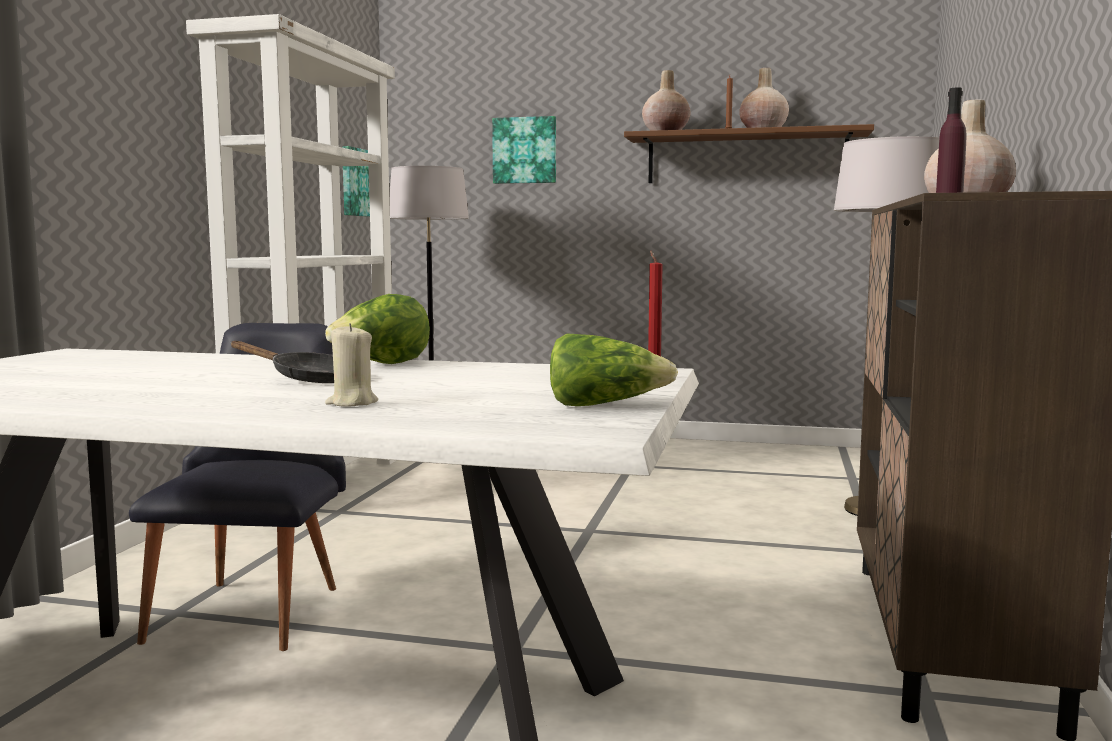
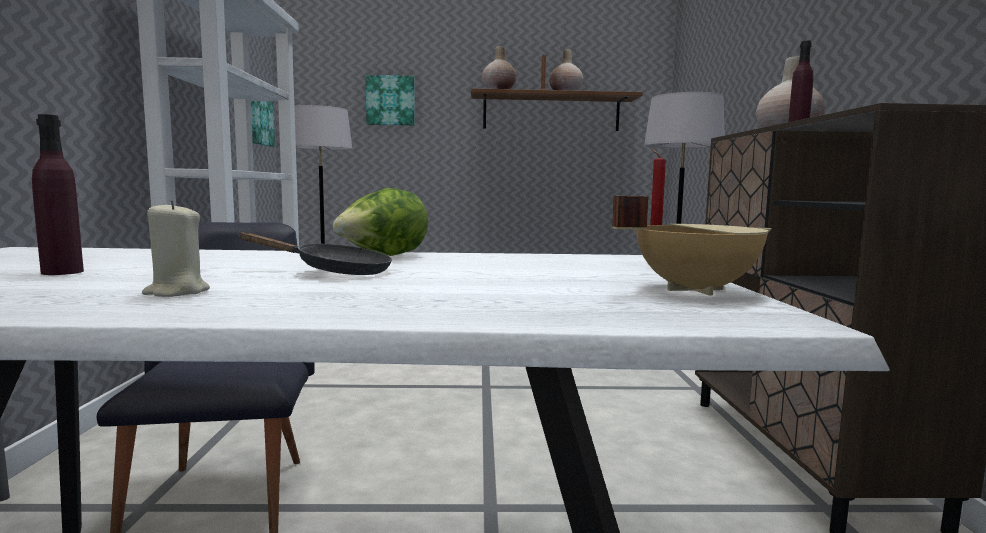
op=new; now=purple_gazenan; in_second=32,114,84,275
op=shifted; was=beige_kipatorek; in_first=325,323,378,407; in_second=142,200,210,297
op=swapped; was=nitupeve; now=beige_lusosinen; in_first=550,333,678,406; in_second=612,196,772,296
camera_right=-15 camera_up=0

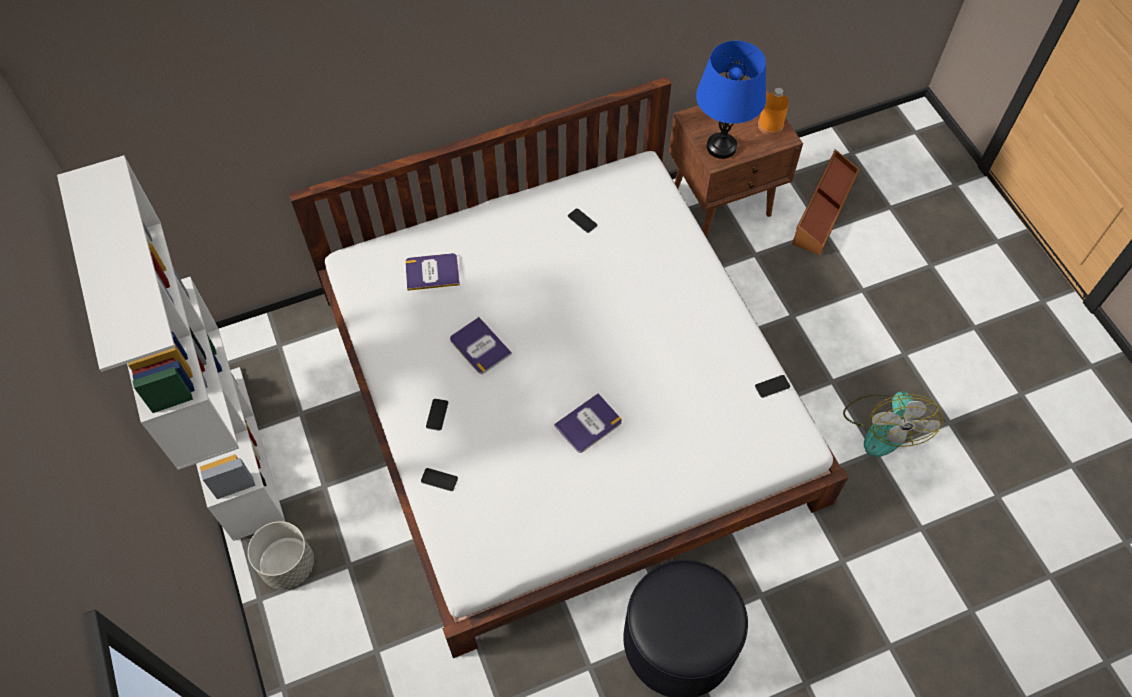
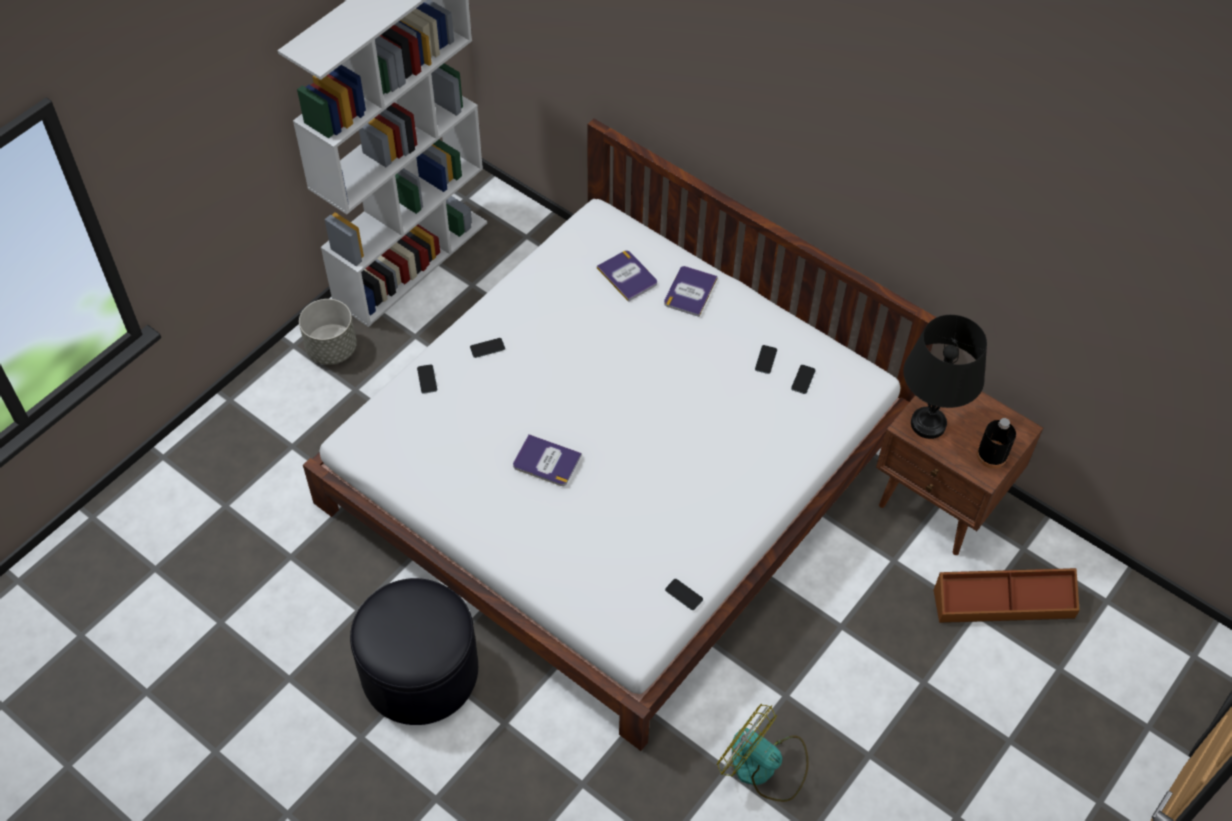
op=new; now=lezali; in_second=791,365,816,394
op=shifted; was=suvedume; in_first=450,317,512,374; in_second=664,266,718,317
op=repainted; was=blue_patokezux; now=black_patokezux; in_first=696,41,766,159; in_second=903,315,987,439
op=repainted; was=orange_gazenan; now=black_gazenan; in_first=758,88,789,135; in_second=977,418,1016,469
op=rotated; was=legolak; in_first=843,391,944,457; in_second=716,703,809,802; clockwise=60
camera_right=60 camera_up=-5

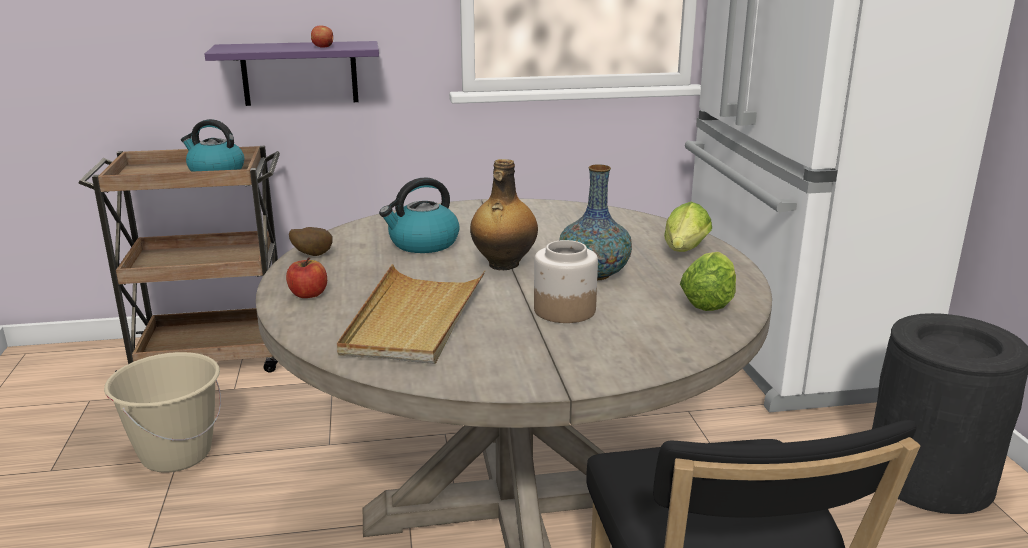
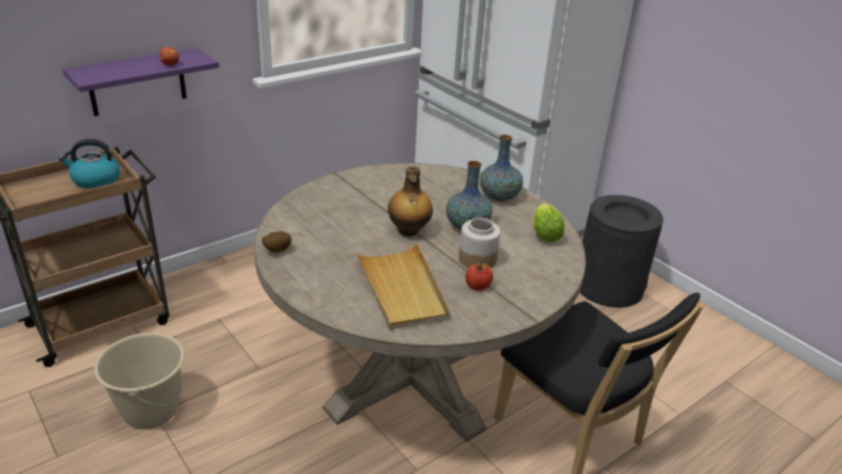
op=gone; was=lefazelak; in_first=379,177,460,253
op=shifted; was=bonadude; in_first=286,257,327,298; in_second=465,263,493,290
op=swapped; was=nitupeve; now=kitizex; in_first=664,202,712,252; in_second=480,135,523,201
camera_right=-30 camera_up=10

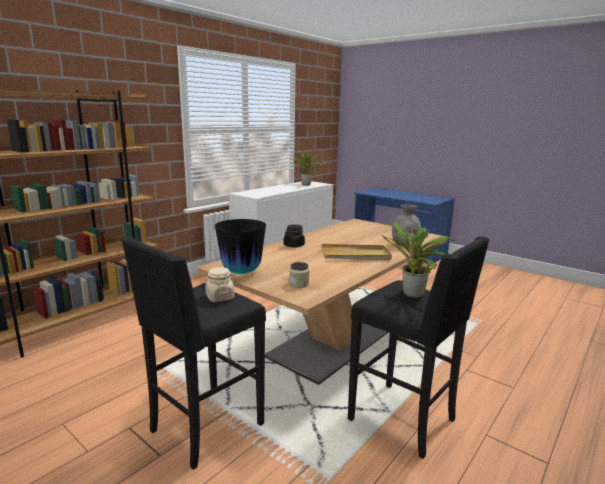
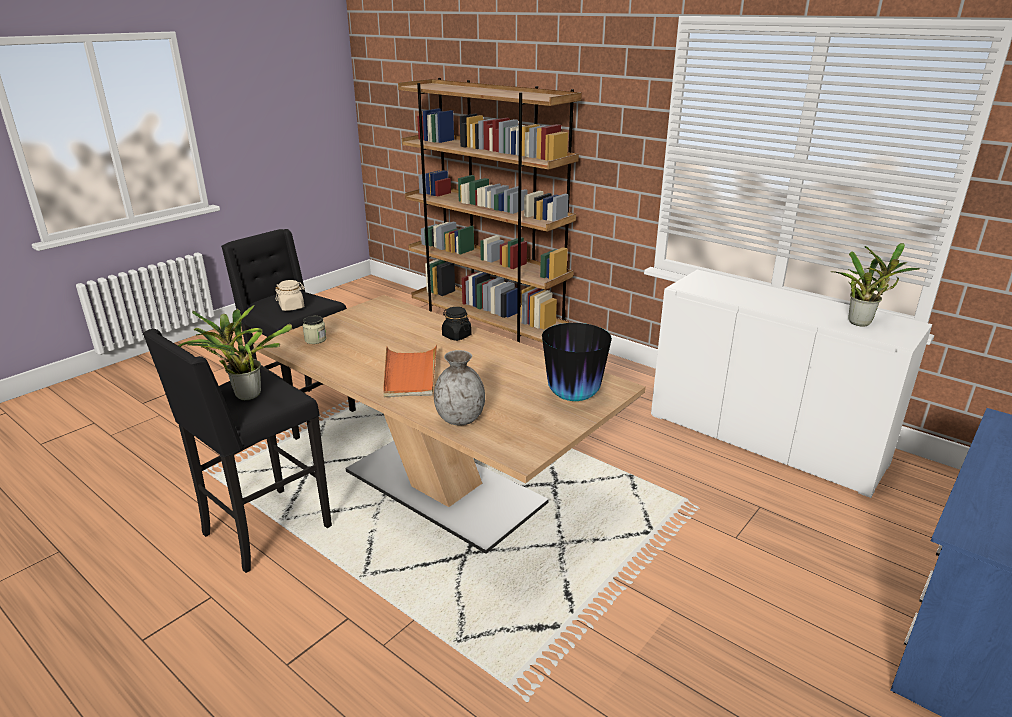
op=shifted; was=kitizex; in_first=215,219,266,274; in_second=542,323,612,401
op=repainted; was=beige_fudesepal; now=orange_fudesepal; in_first=321,244,392,260; in_second=383,345,437,397
camera_right=90 camera_up=10

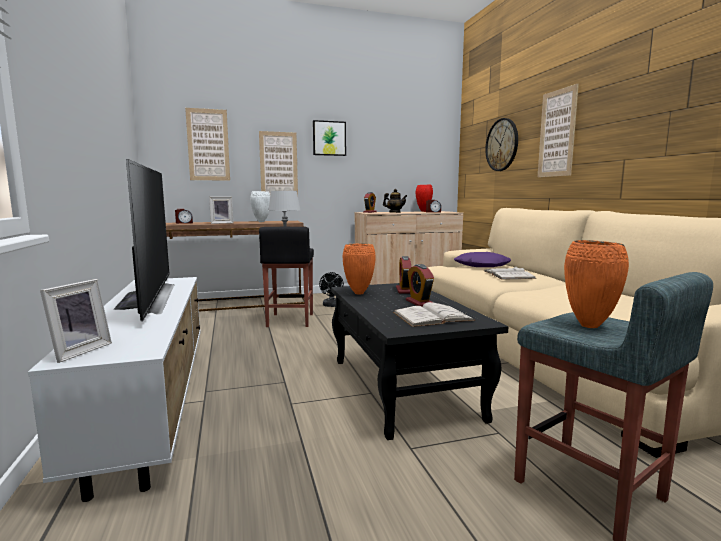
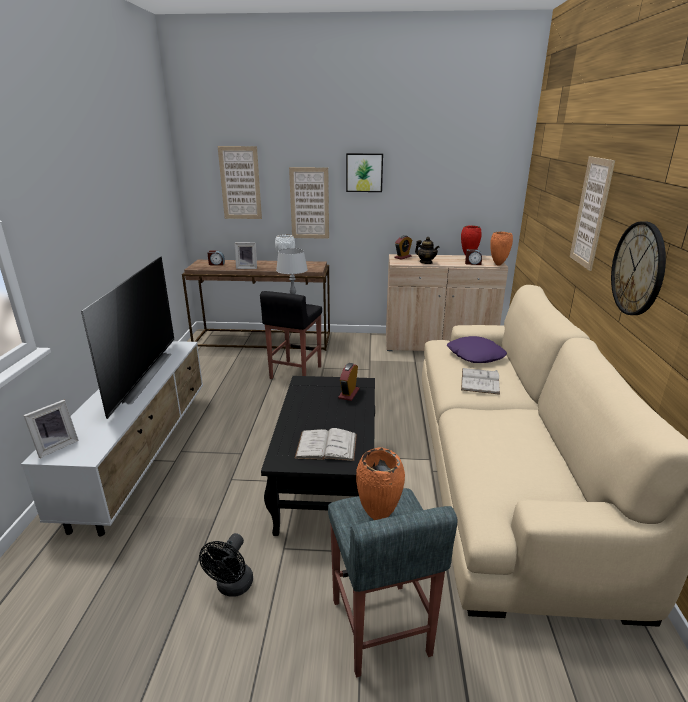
op=gone; was=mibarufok; in_first=406,264,434,307
op=shifted; was=black_legolak; in_first=319,272,344,307; in_second=199,533,253,596
op=shifted; was=orange_kitizex; in_first=343,244,375,295; in_second=490,232,513,265
op=shifted; was=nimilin; in_first=485,118,518,171; in_second=611,222,666,315
camera_right=20 camera_up=15

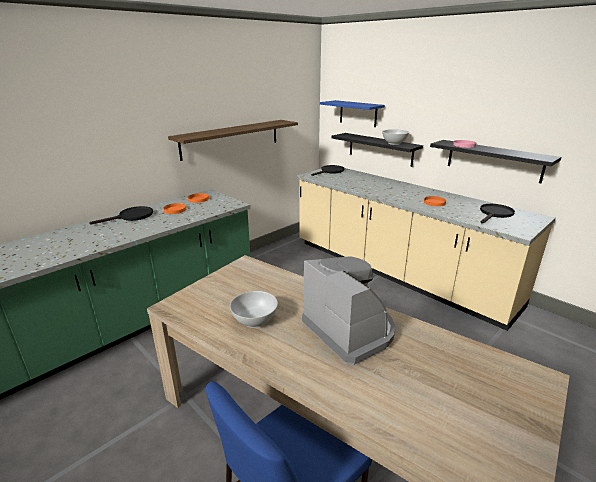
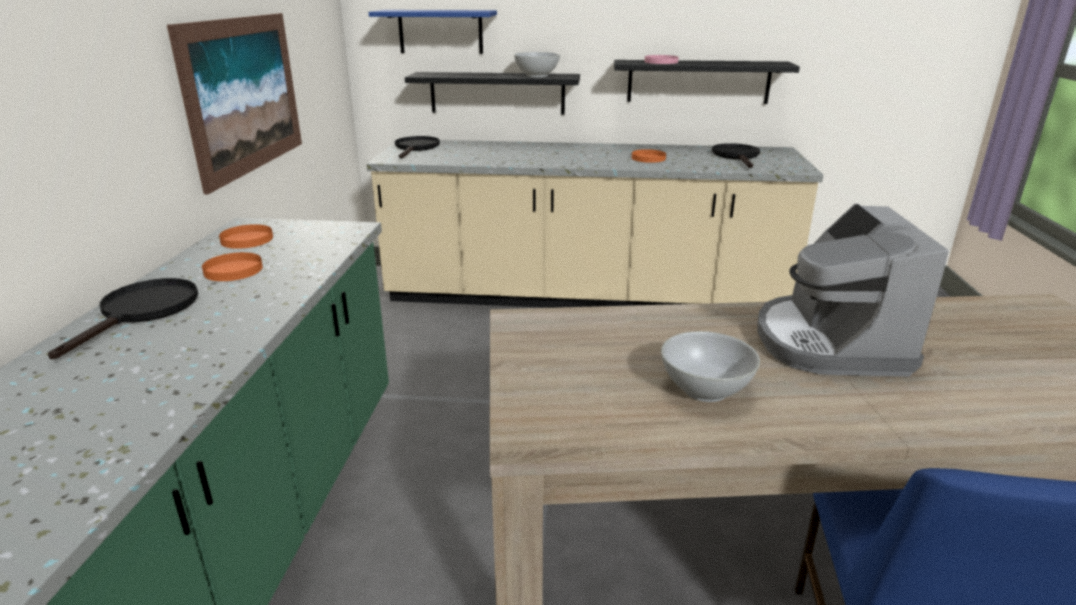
op=swapped; was=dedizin; now=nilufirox; in_first=168,120,298,161; in_second=167,13,302,194
op=rotated; was=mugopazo; in_first=302,256,396,365; in_second=757,204,949,377; clockwise=-105
camera_right=-40 camera_up=0

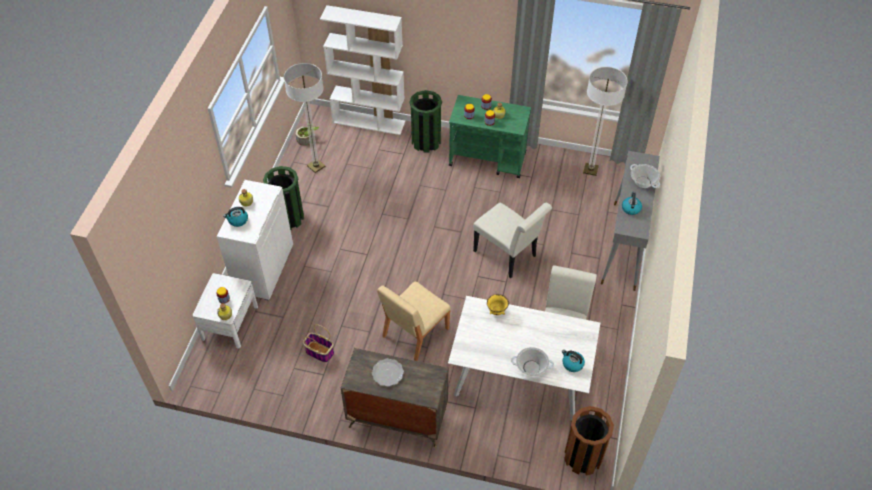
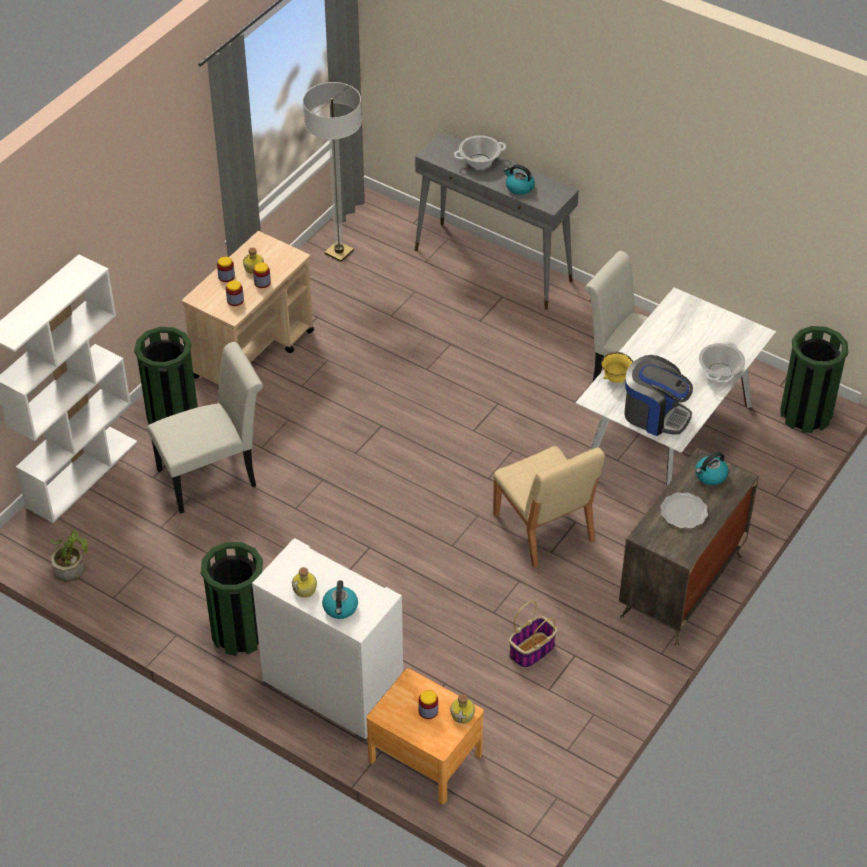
op=gone; was=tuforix; in_first=284,63,326,173
op=new; now=mugopazo; in_second=625,355,693,436
op=shifted; was=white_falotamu; in_first=473,203,552,278; in_second=147,342,263,514
op=shifted; was=lefazelak; in_first=562,350,585,372; in_second=695,452,728,485
op=repainted; was=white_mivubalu; now=brown_mivubalu; in_first=193,273,258,349; in_second=367,668,483,804
op=repainted; was=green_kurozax; now=beige_kurozax; in_first=449,95,531,178; in_second=182,231,314,385
op=repainted; was=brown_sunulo; now=green_sunulo; in_first=564,406,614,476; in_second=780,326,848,433
camera_right=-70 camera_up=-5

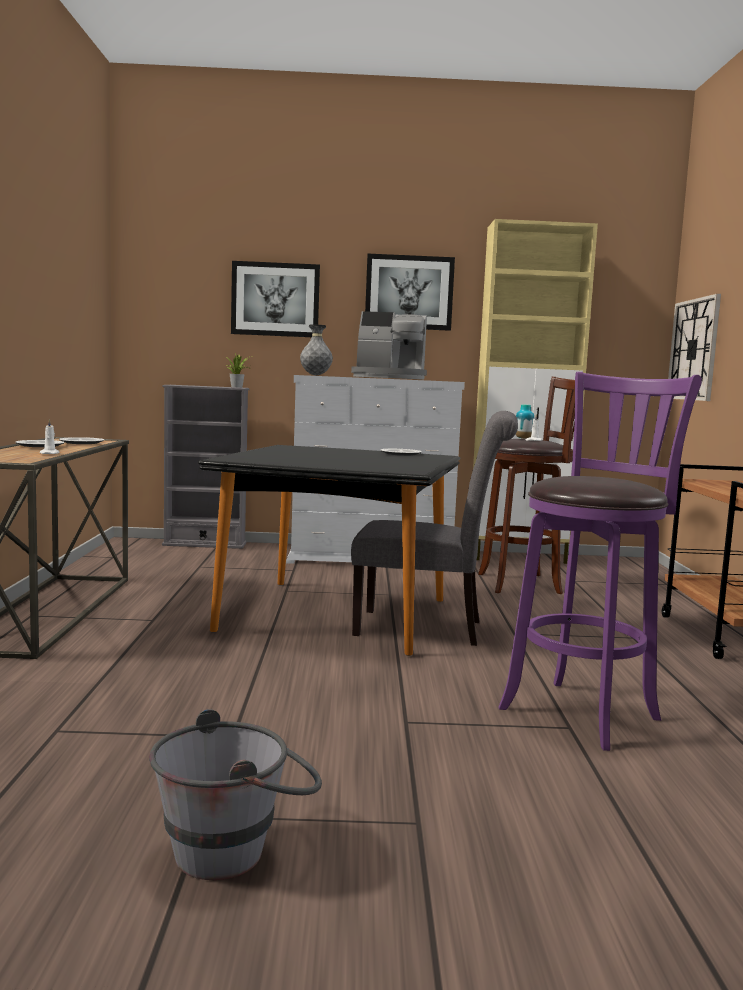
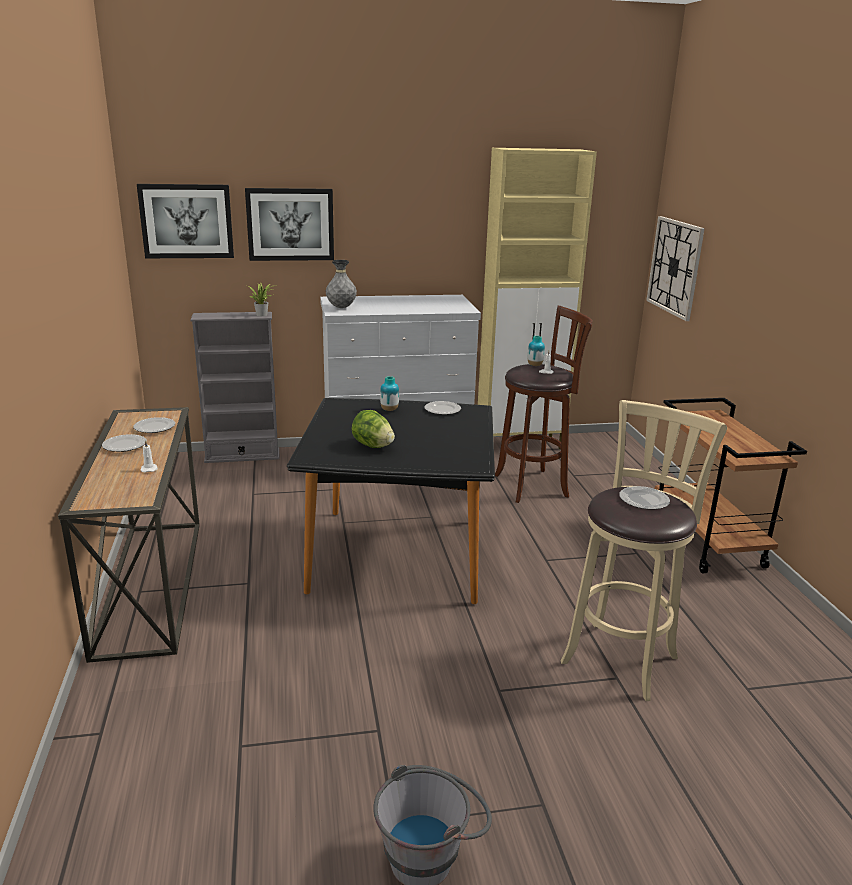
op=gone; was=mugopazo; in_first=351,311,427,380
op=gone; was=grey_falotamu; in_first=351,411,518,646
op=new; now=nitupeve; in_second=352,410,395,448
op=new; now=kitizex; in_second=380,376,399,411
op=new; now=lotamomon; in_second=619,486,670,510
op=shifted; was=nilufirox; in_first=365,254,455,331; in_second=137,184,234,258
op=repainted; was=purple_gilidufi; now=beige_gilidufi; in_first=499,372,702,751; in_second=561,400,727,701
camera_right=-10 camera_up=15

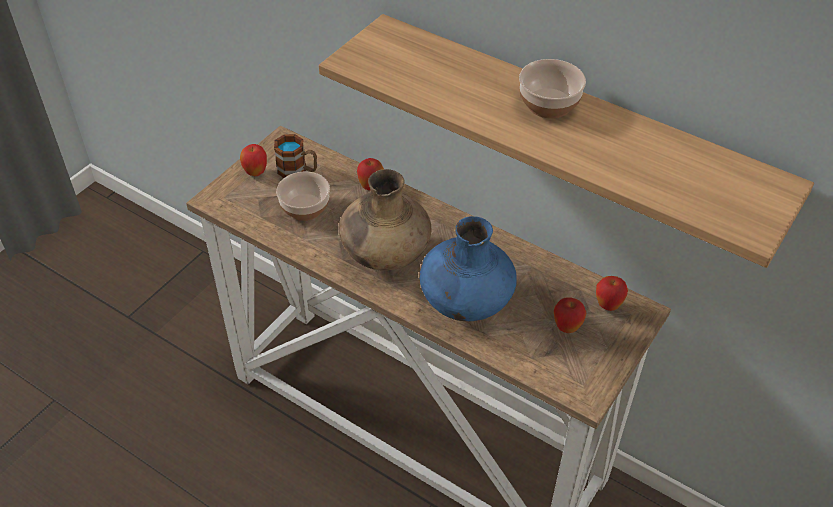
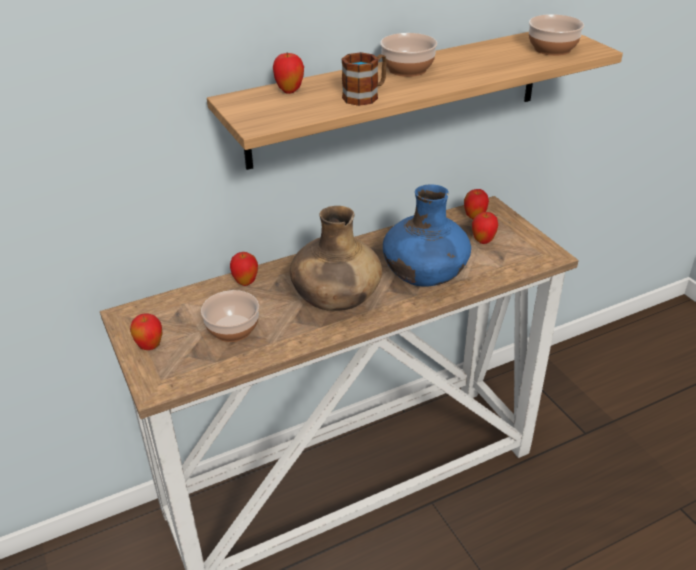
op=new; now=bonadude; in_second=273,52,304,94
op=new; now=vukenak; in_second=529,14,584,56
op=shifted; was=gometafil; in_first=274,134,317,178; in_second=341,52,387,106
camera_right=-60 camera_up=-10

